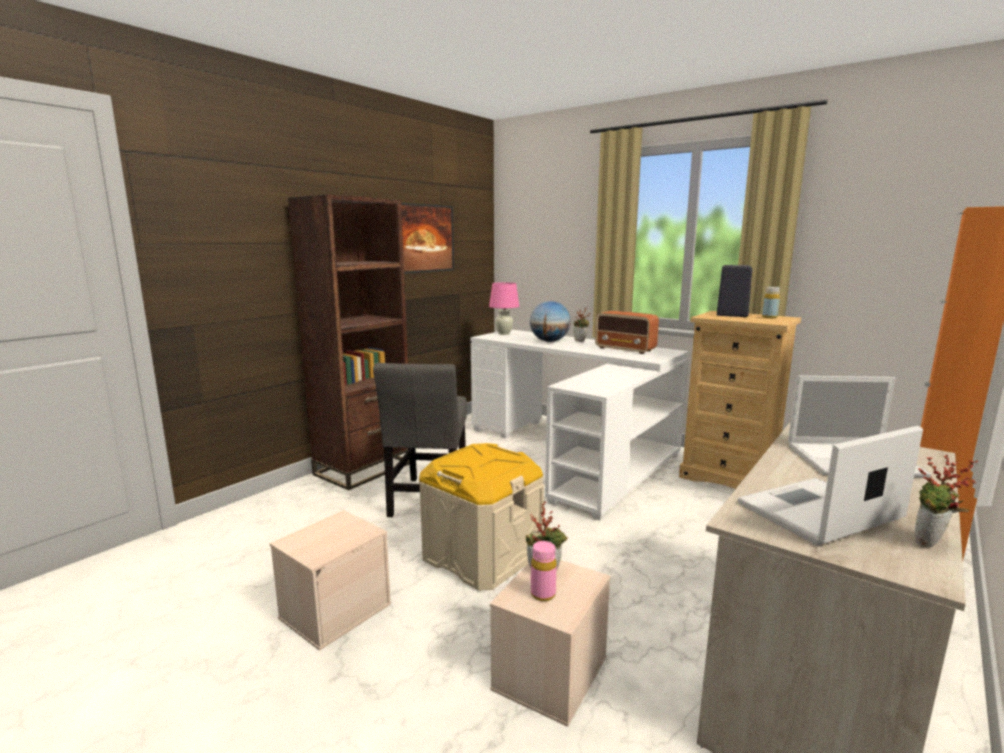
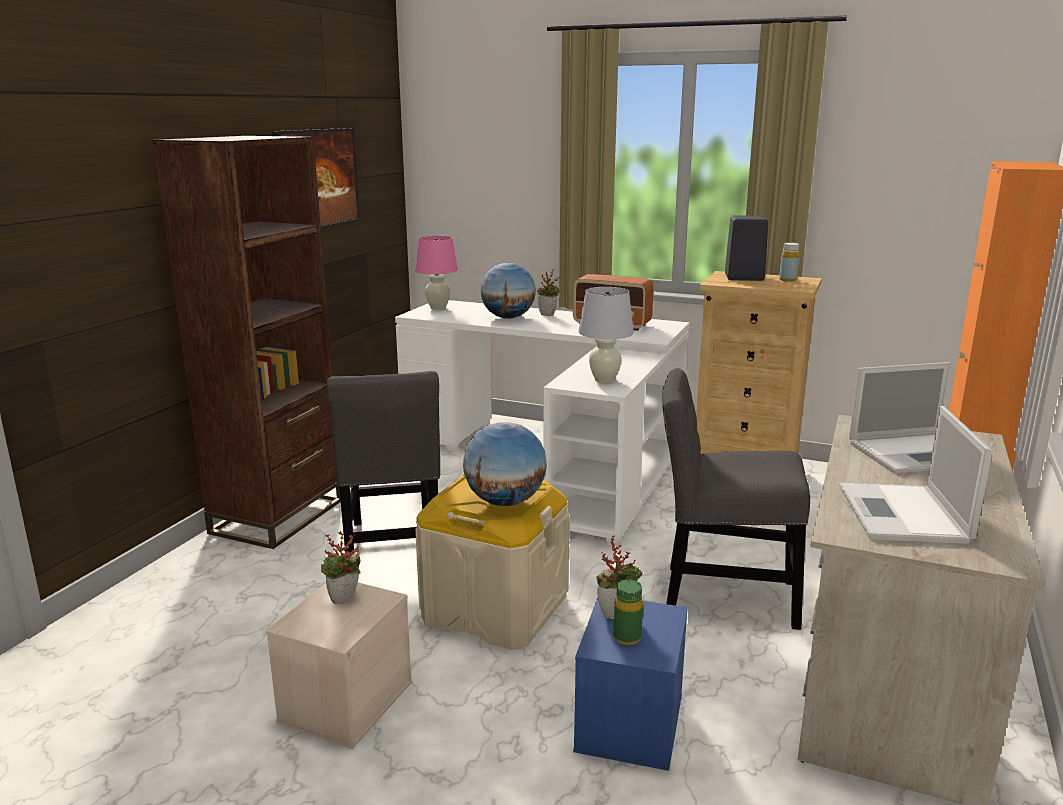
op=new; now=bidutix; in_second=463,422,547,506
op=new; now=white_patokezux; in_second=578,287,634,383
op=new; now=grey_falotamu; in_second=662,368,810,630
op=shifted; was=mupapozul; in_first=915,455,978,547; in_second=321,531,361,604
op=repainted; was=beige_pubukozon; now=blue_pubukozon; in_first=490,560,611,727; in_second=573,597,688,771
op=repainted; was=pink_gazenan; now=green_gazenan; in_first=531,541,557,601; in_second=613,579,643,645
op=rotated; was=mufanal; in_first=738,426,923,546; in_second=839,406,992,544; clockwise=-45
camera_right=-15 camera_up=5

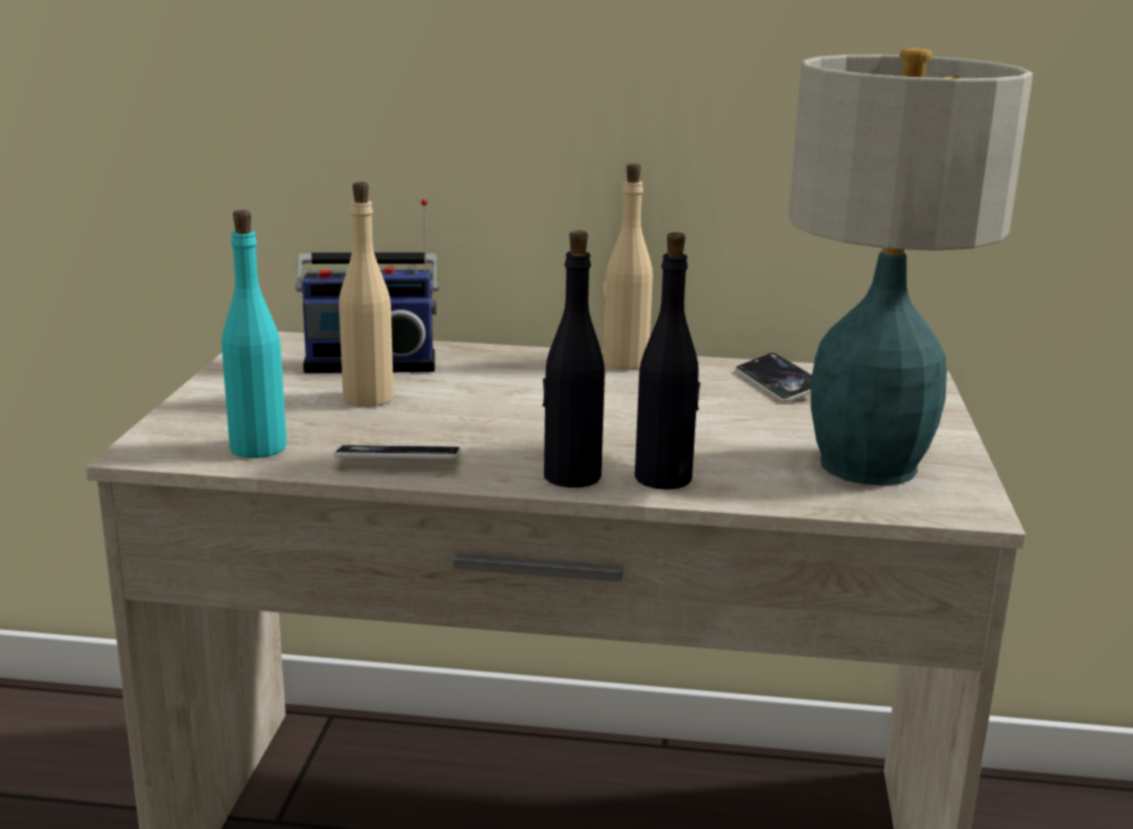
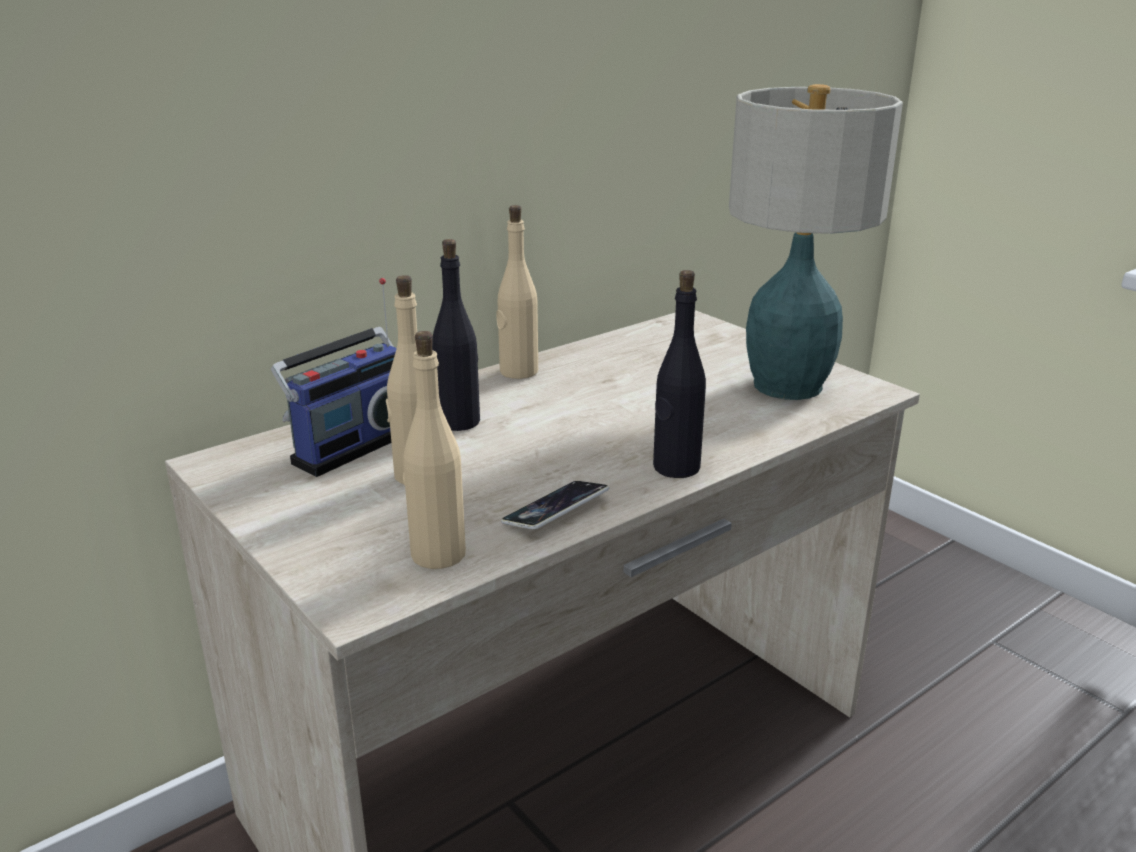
op=gone; was=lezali; in_first=735,353,812,403
op=shifted; was=black_gazenan; in_first=635,232,700,489; in_second=433,239,480,431
op=repainted; was=turquoise_gazenan; now=beige_gazenan; in_first=222,210,287,458; in_second=403,331,466,569
camera_right=-45 camera_up=5

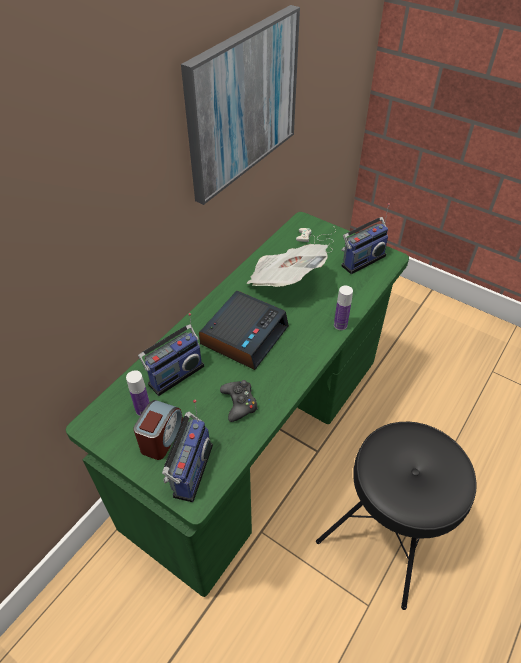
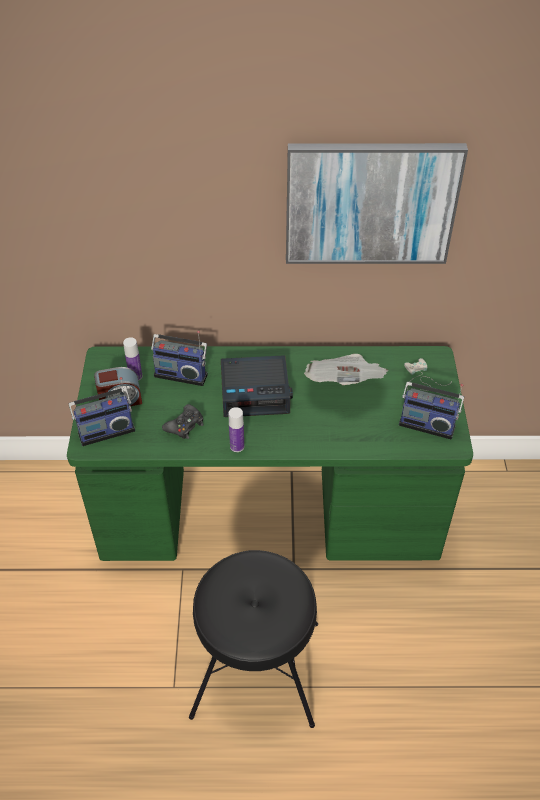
op=shifted; was=gazenan; in_first=334,285,353,330; in_second=229,407,244,452
camera_right=55 camera_up=0

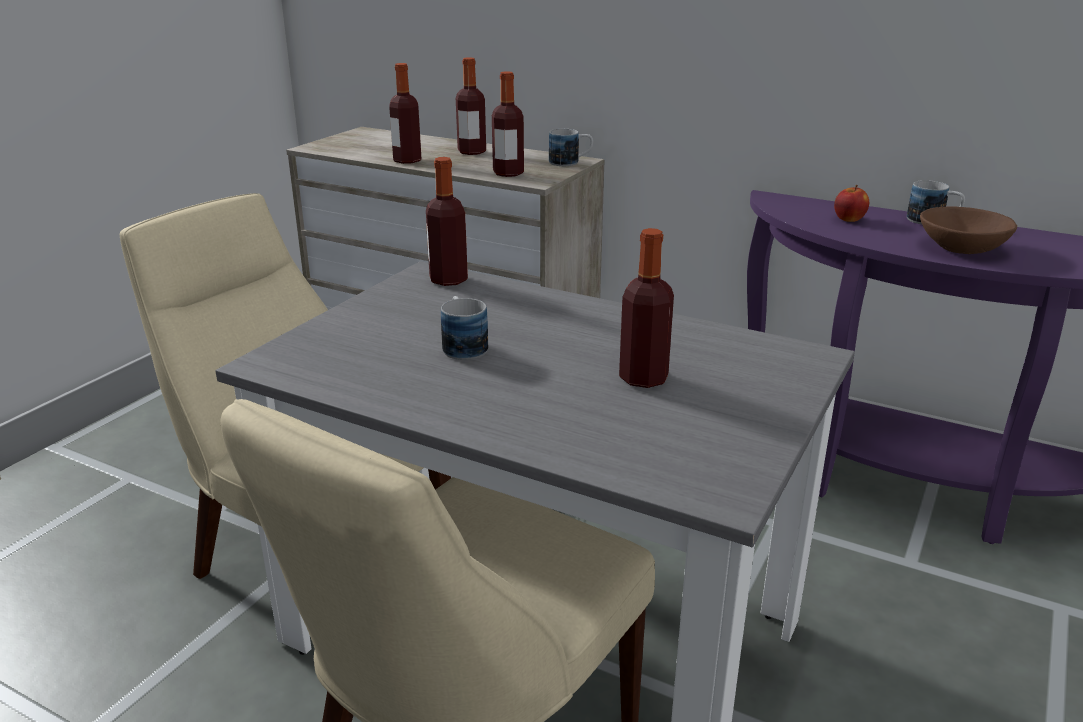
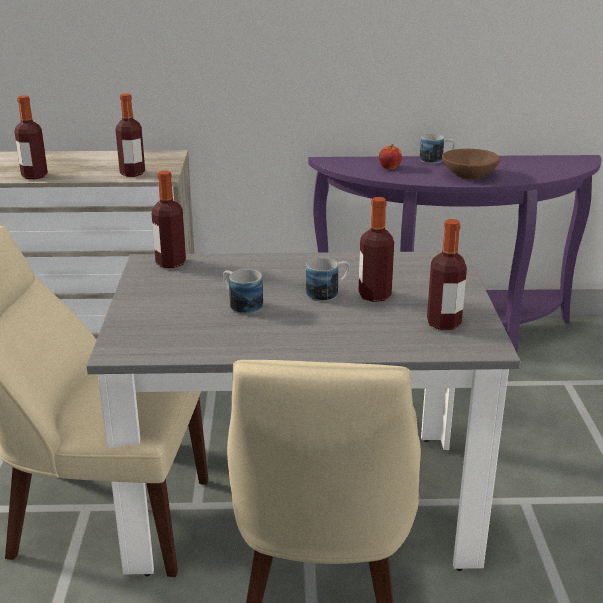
op=shifted; was=gazenan; in_first=456,57,486,155; in_second=427,219,467,330
op=shifted; was=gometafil; in_first=549,129,593,166; in_second=306,258,350,301
camera_right=-30 camera_up=0

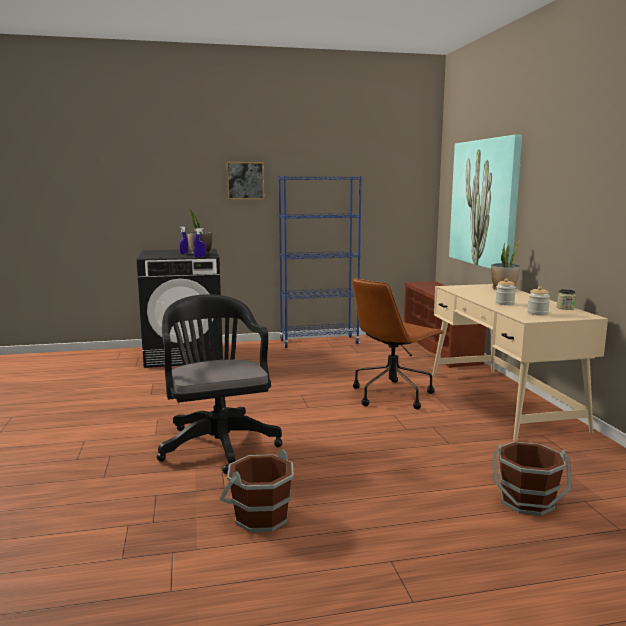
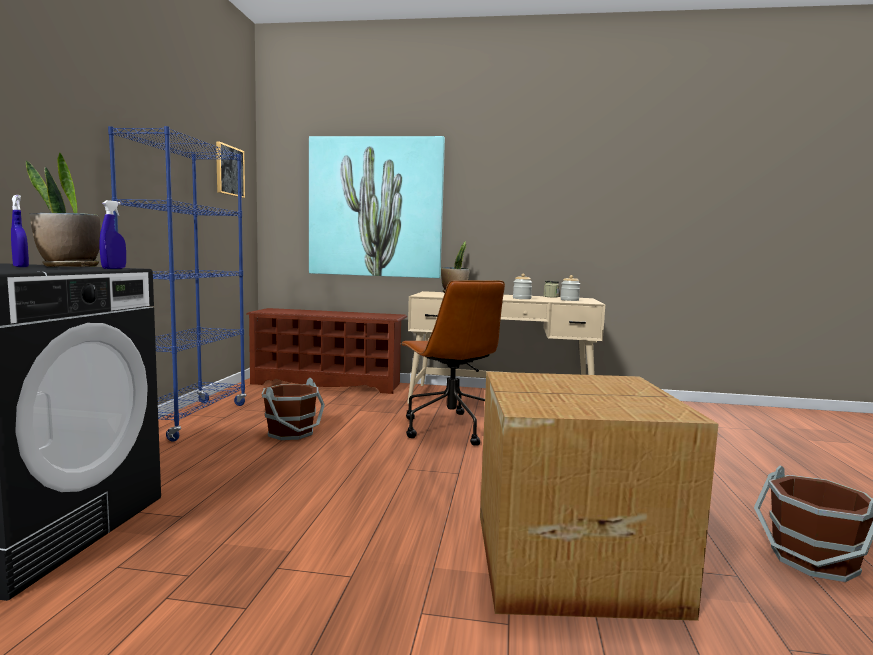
op=shifted; was=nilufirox; in_first=227,162,264,199; in_second=216,141,245,198
op=shifted; was=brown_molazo; in_first=493,442,571,516; in_second=262,378,325,440
op=swapped; was=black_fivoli; now=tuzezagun; in_first=157,294,282,474; in_second=480,372,718,621
camera_right=-70 camera_up=-5

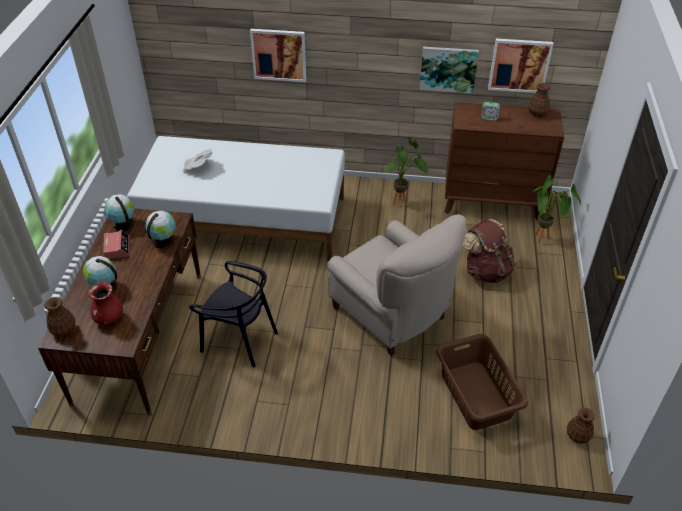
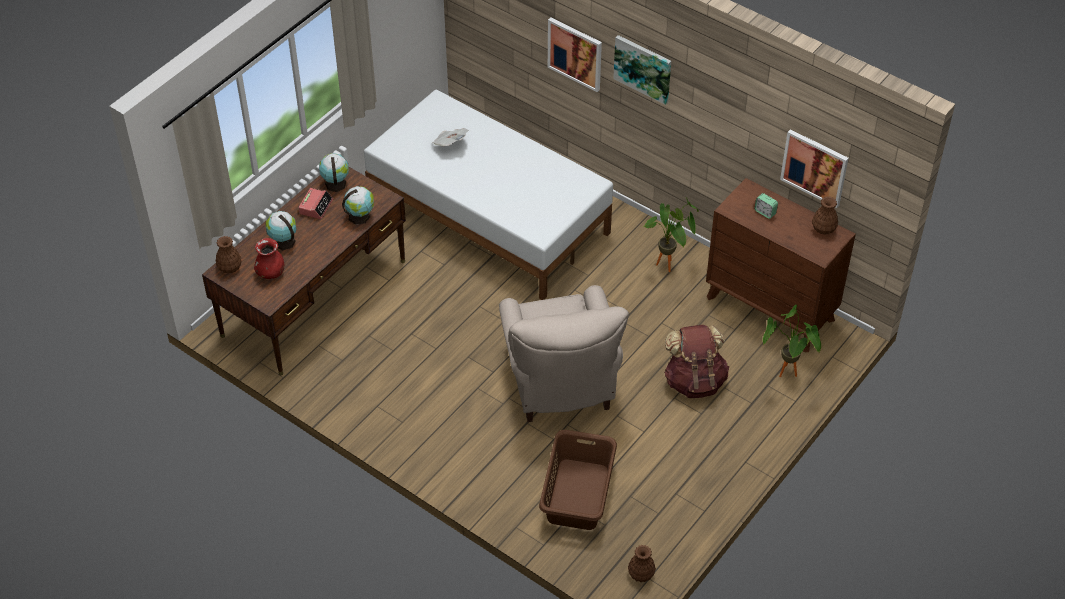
op=gone; was=black_falotamu; in_first=189,261,278,367
op=shifted; was=nilufirox; in_first=420,47,479,93; in_second=613,35,671,105
camera_right=30 camera_up=5

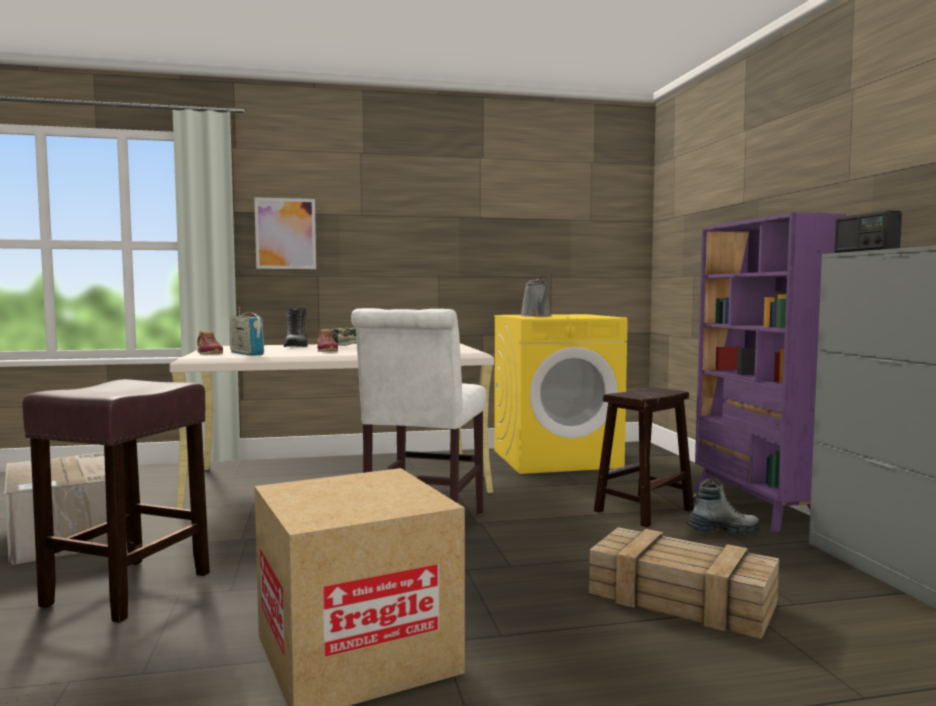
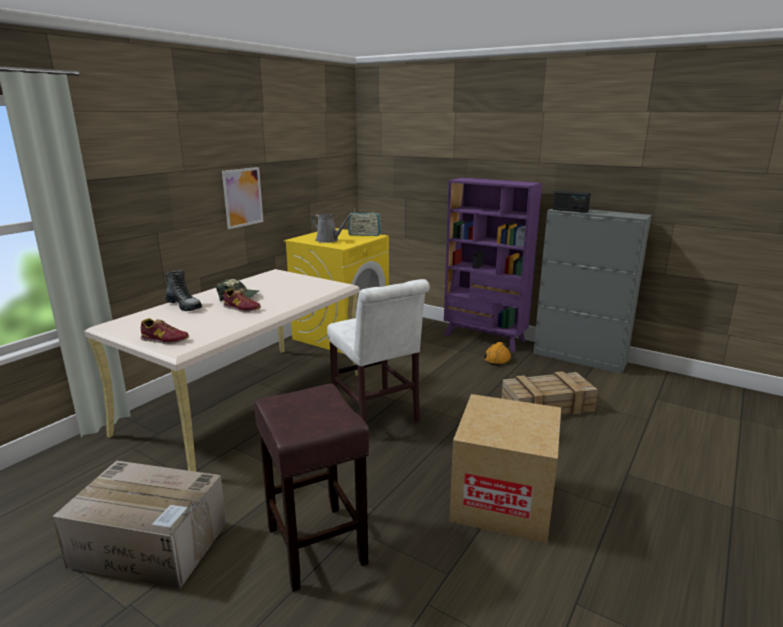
op=gone; was=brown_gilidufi; in_first=594,387,694,527
op=shifted; was=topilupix; in_first=230,307,264,356; in_second=348,208,381,236
op=shifted; was=nilufirox; in_first=254,197,316,269; in_second=222,167,263,229
op=swapped; was=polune; now=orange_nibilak; in_first=686,479,760,534; in_second=483,342,512,366
camera_right=-45 camera_up=15

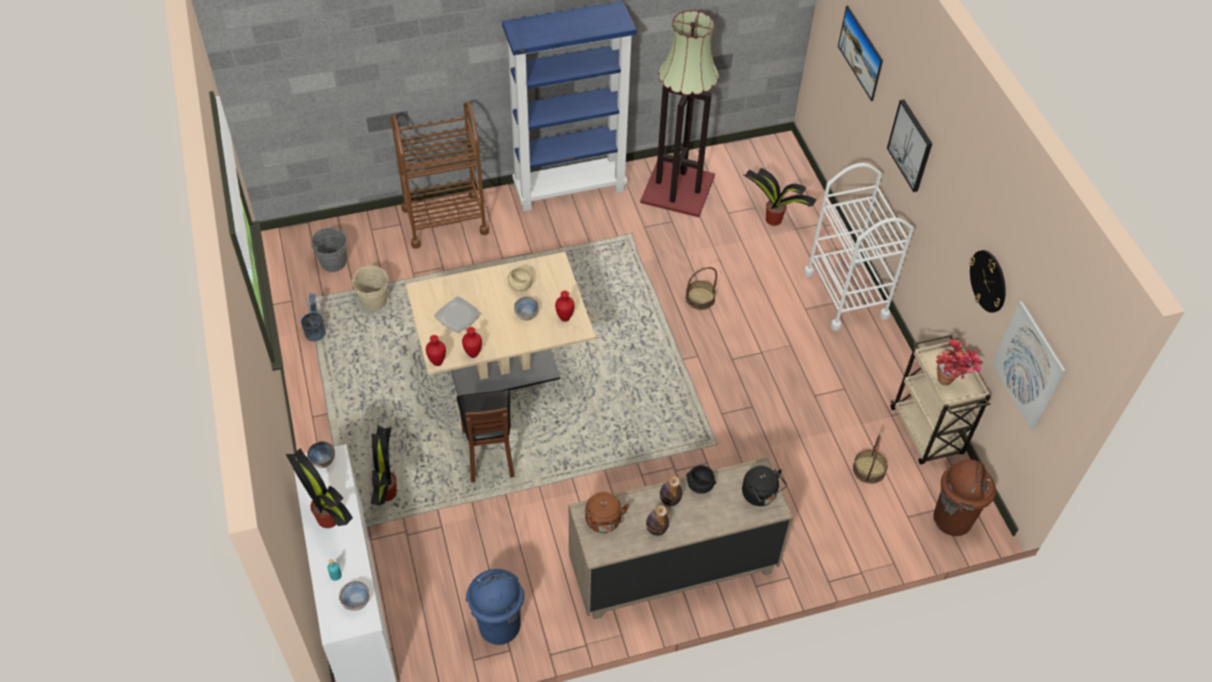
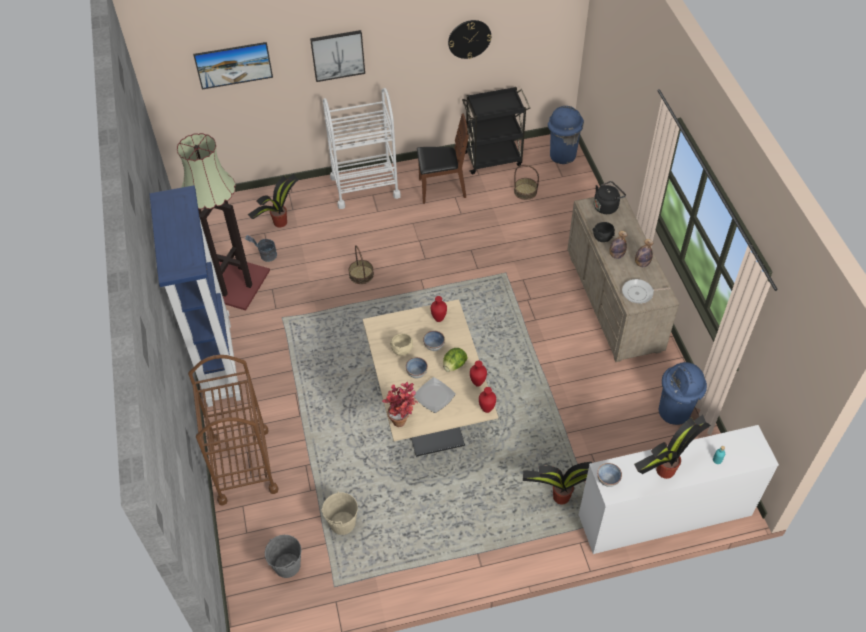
op=gone; was=nilufirox; in_first=992,301,1066,430
op=new; now=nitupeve; in_second=443,348,468,372
op=shifted; was=grey_molazo; in_first=301,293,326,342; in_second=245,235,277,262
op=shifted; was=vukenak; in_first=339,581,369,611; in_second=406,357,428,378
op=shifted; was=brown_falotamu; in_first=457,390,515,482; in_second=417,113,469,204
op=shifted; was=mupapozul; in_first=936,339,983,385; in_second=382,382,418,427
op=swapped; was=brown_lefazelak; now=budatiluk; in_first=585,492,629,533; in_second=622,279,670,304
op=repainted; was=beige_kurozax; now=black_kurozax; in_first=891,335,991,464; in_second=462,87,530,174
op=repainted; was=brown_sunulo; now=blue_sunulo; in_first=933,459,996,536; in_second=548,106,584,164
camera_right=-85 camera_up=0

